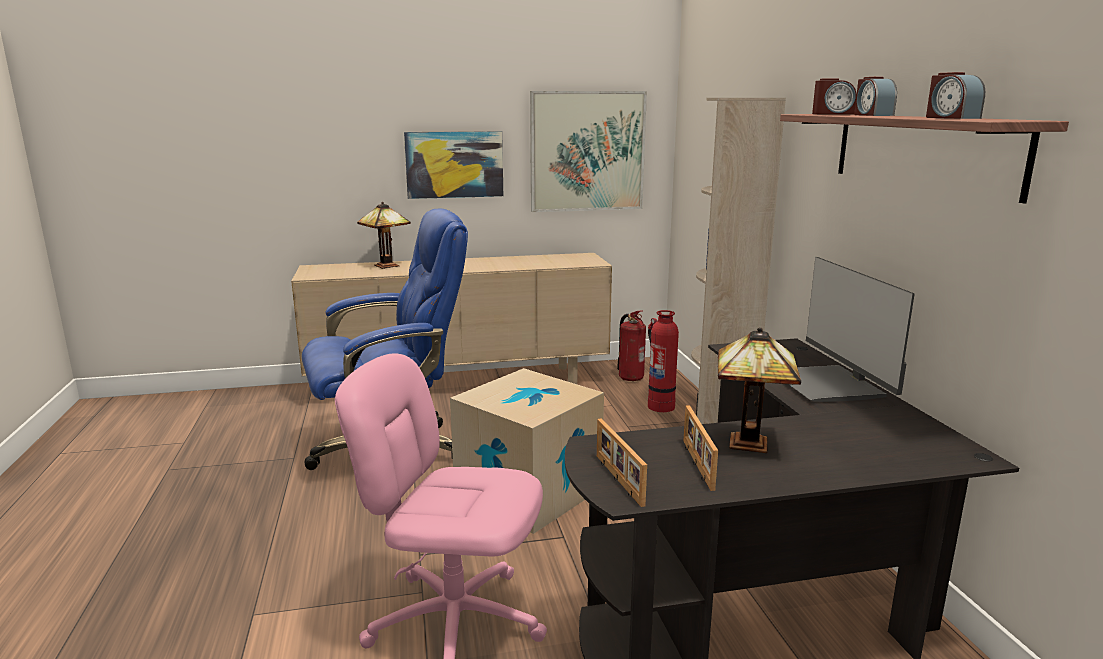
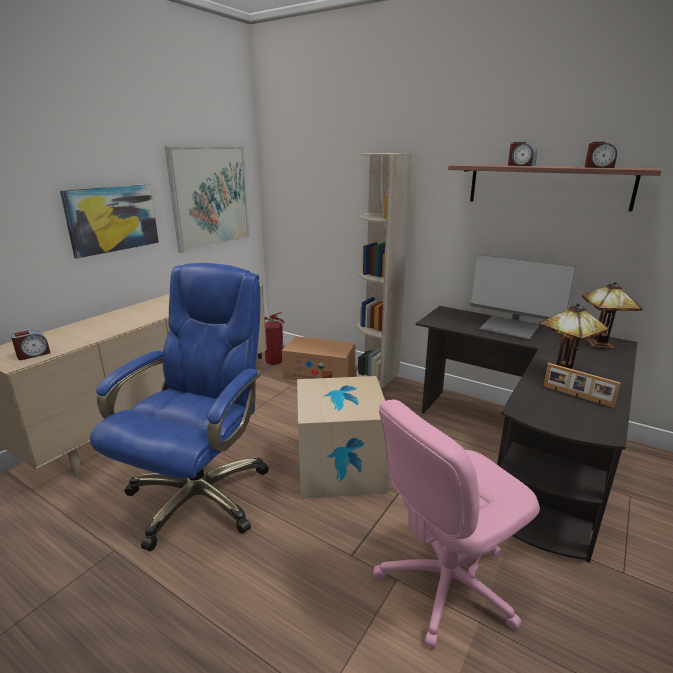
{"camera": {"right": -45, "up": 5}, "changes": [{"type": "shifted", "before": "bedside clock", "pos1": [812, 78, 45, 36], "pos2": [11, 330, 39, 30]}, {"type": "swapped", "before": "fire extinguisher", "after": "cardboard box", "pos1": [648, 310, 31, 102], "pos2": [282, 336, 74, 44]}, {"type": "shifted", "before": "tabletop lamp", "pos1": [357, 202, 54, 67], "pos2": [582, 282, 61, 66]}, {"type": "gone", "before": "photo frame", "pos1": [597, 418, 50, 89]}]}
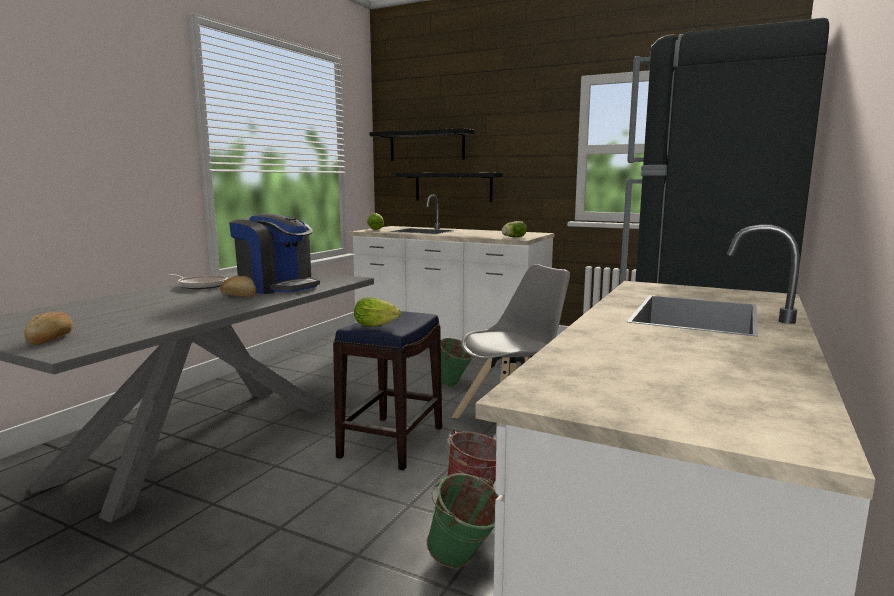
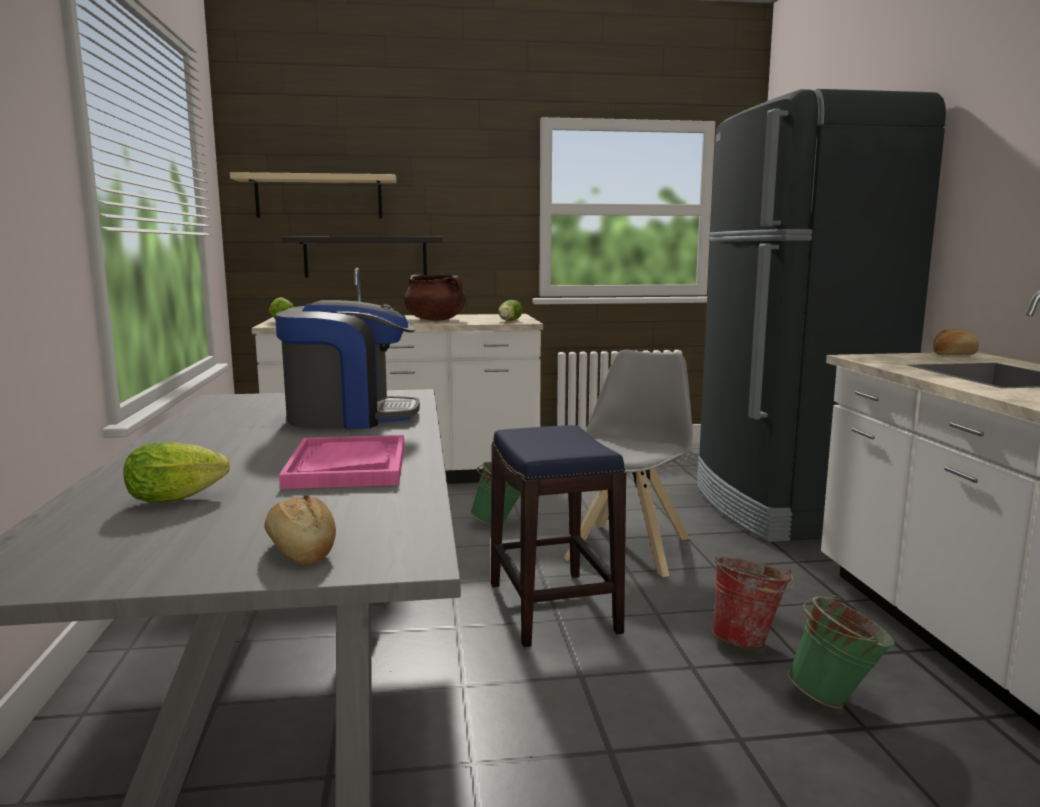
{"camera": {"right": -35, "up": 0}, "changes": [{"type": "shifted", "before": "lettuce", "pos1": [354, 298, 47, 29], "pos2": [123, 442, 107, 61]}, {"type": "repainted", "before": "black bracket shelf", "after": "sand-coloured bracket shelf", "pos1": [370, 128, 105, 33], "pos2": [230, 172, 166, 46]}, {"type": "new", "after": "pink-coloured carrying tray", "pos2": [279, 435, 125, 54]}, {"type": "new", "after": "brown saucepot", "pos2": [404, 275, 62, 46]}, {"type": "shifted", "before": "bakery bread", "pos1": [220, 276, 37, 21], "pos2": [933, 329, 46, 26]}, {"type": "gone", "before": "frying pan", "pos1": [168, 274, 60, 15]}]}
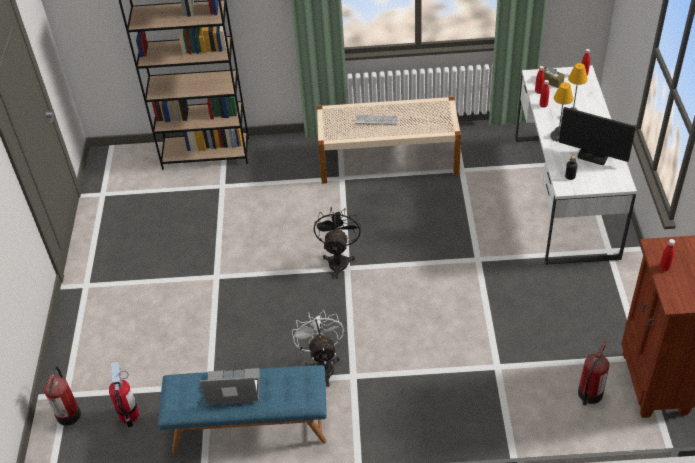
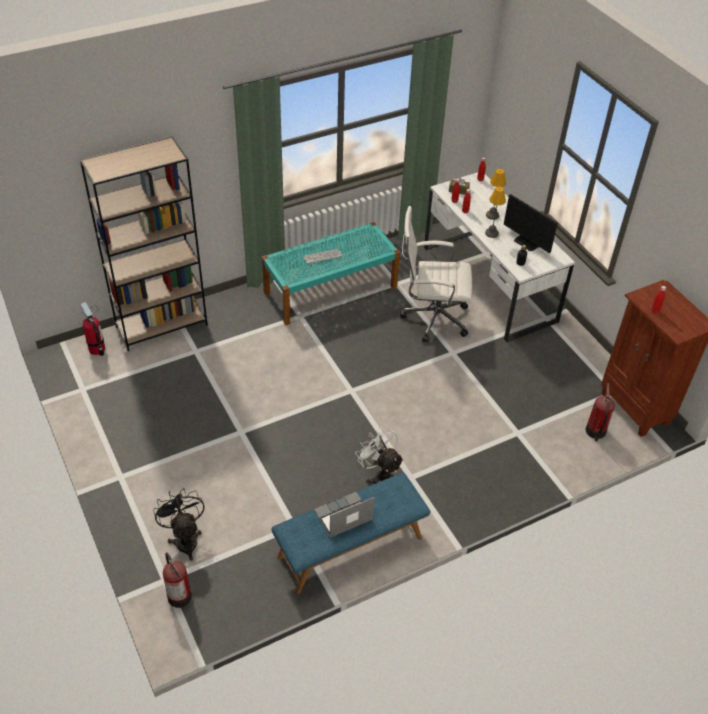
{"camera": {"right": -30, "up": 0}, "changes": [{"type": "shifted", "before": "fire extinguisher", "pos1": [109, 362, 30, 66], "pos2": [80, 302, 25, 54]}, {"type": "shifted", "before": "black electric fan", "pos1": [314, 207, 47, 72], "pos2": [153, 488, 51, 73]}, {"type": "repainted", "before": "sand-coloured indoor bench", "after": "turquoise indoor bench", "pos1": [317, 97, 144, 87], "pos2": [262, 222, 138, 103]}, {"type": "new", "after": "whitish computer chair", "pos2": [400, 206, 72, 137]}, {"type": "rotated", "before": "monitor", "pos1": [559, 107, 77, 58], "pos2": [504, 194, 54, 59], "turn": 45}]}
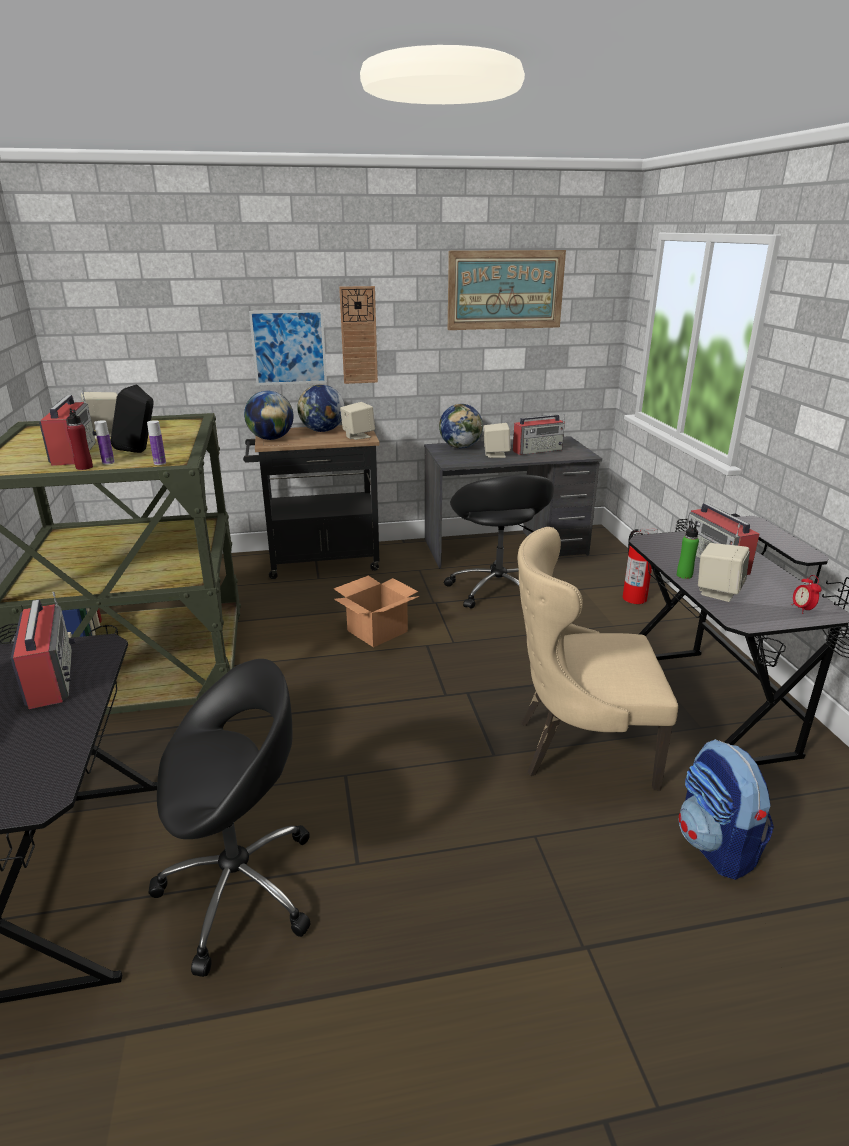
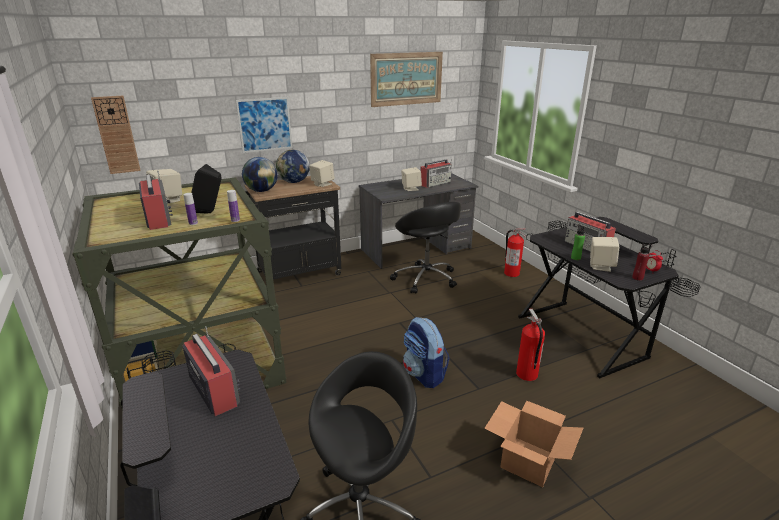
{"camera": {"right": -15, "up": 0}, "changes": [{"type": "shifted", "before": "clock on the wall", "pos1": [339, 286, 39, 98], "pos2": [91, 96, 50, 78]}, {"type": "shifted", "before": "backpack", "pos1": [678, 739, 96, 141], "pos2": [403, 317, 47, 71]}, {"type": "shifted", "before": "cardboard box", "pos1": [334, 576, 86, 71], "pos2": [484, 401, 99, 86]}, {"type": "swapped", "before": "sand-coloured plain chair", "after": "fire extinguisher", "pos1": [518, 527, 160, 264], "pos2": [516, 309, 29, 72]}, {"type": "shifted", "before": "red-coloured beverage bottle", "pos1": [67, 408, 26, 62], "pos2": [632, 243, 20, 38]}, {"type": "gone", "before": "desk globe", "pos1": [439, 404, 44, 44]}]}
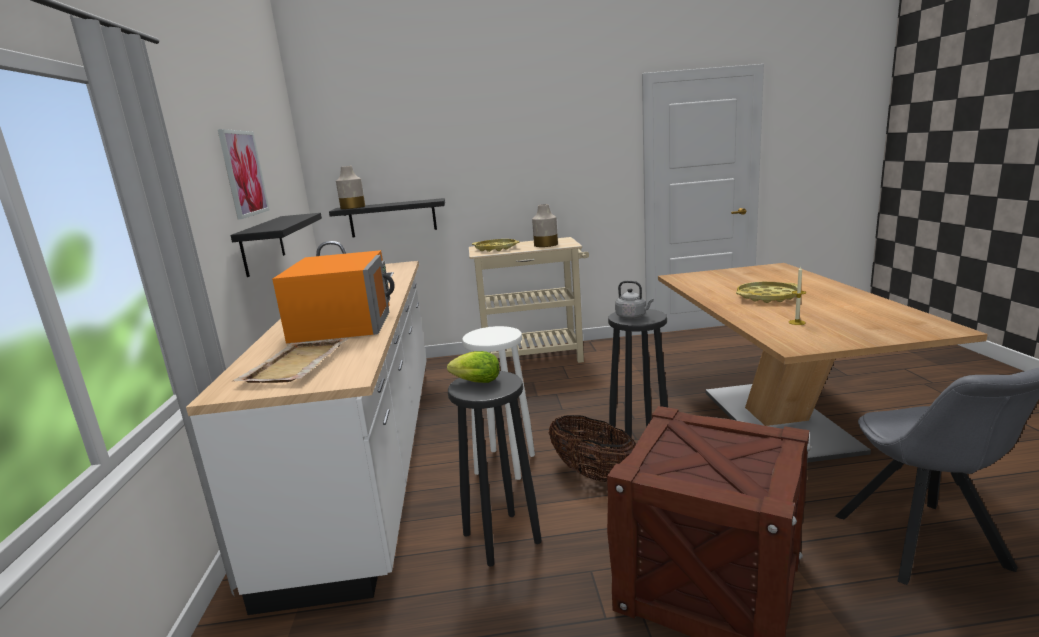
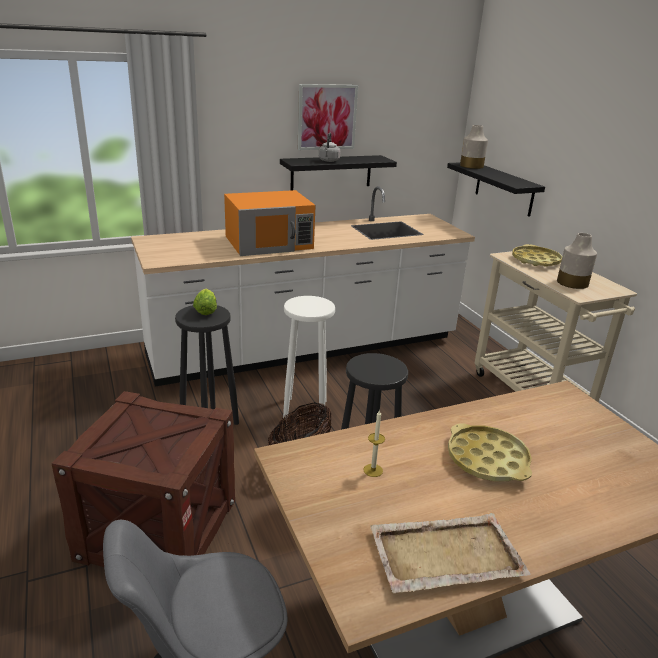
{"camera": {"right": 70, "up": 10}, "changes": [{"type": "shifted", "before": "gray kettle", "pos1": [615, 281, 39, 38], "pos2": [319, 132, 21, 30]}, {"type": "shifted", "before": "sand-coloured carrying tray", "pos1": [232, 338, 117, 45], "pos2": [370, 513, 161, 80]}]}
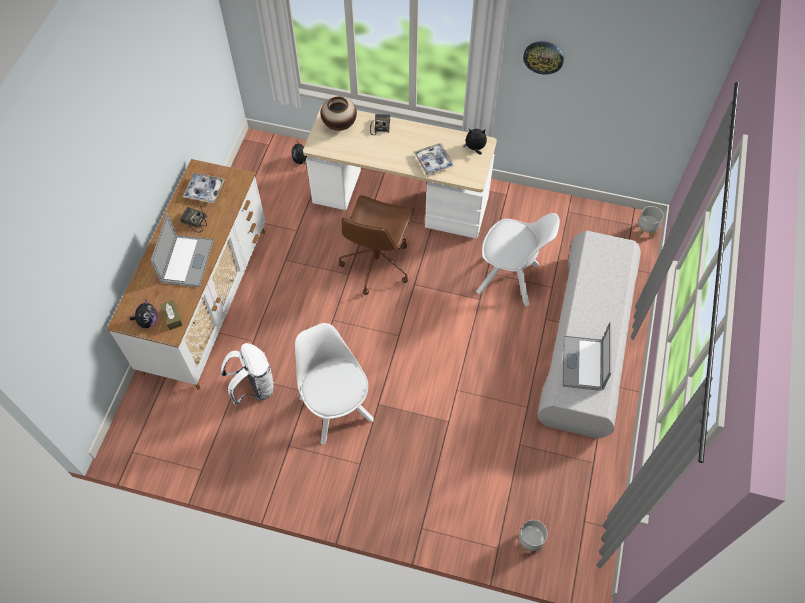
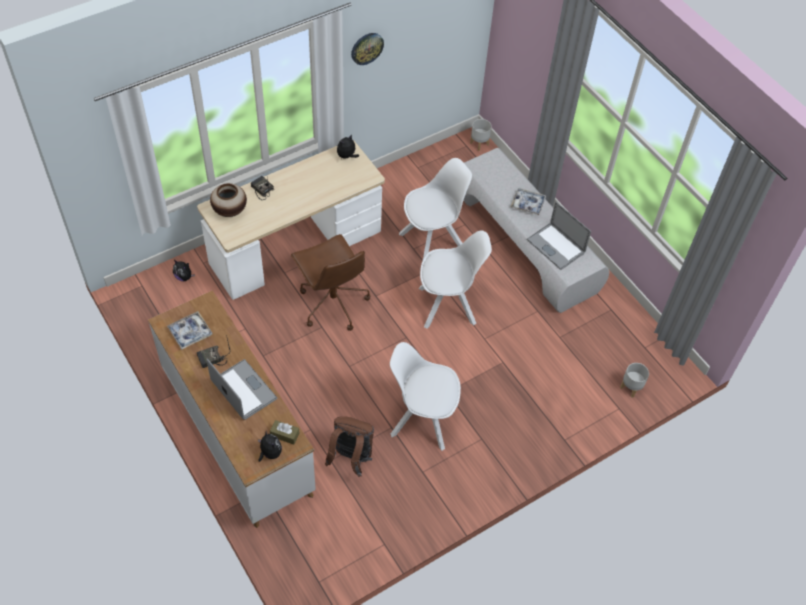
{"camera": {"right": -50, "up": -5}, "changes": [{"type": "repainted", "before": "whitish backpack", "after": "brown backpack", "pos1": [221, 343, 53, 62], "pos2": [325, 416, 49, 61]}, {"type": "new", "after": "whitish plain chair", "pos2": [419, 230, 73, 98]}, {"type": "shifted", "before": "carrying tray", "pos1": [414, 143, 40, 32], "pos2": [511, 188, 35, 27]}]}
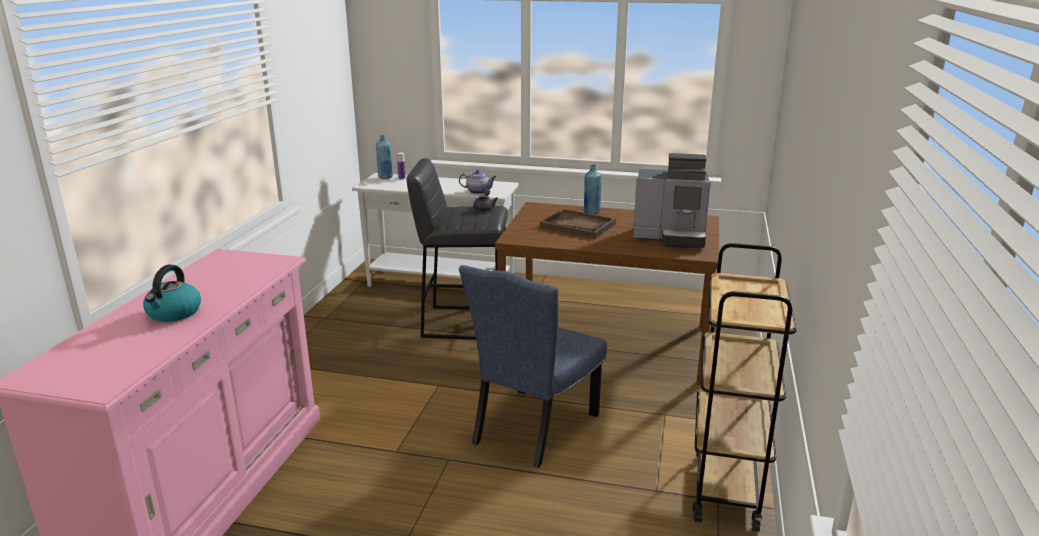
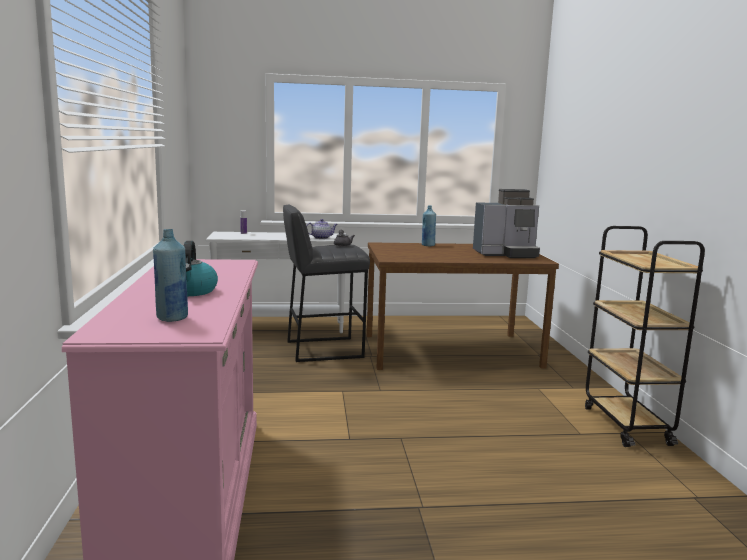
{"camera": {"right": -20, "up": -10}, "changes": [{"type": "shifted", "before": "blue beverage bottle", "pos1": [376, 135, 17, 44], "pos2": [153, 229, 35, 93]}, {"type": "gone", "before": "blue plain chair", "pos1": [459, 265, 148, 203]}, {"type": "gone", "before": "brown carrying tray", "pos1": [540, 209, 76, 30]}]}
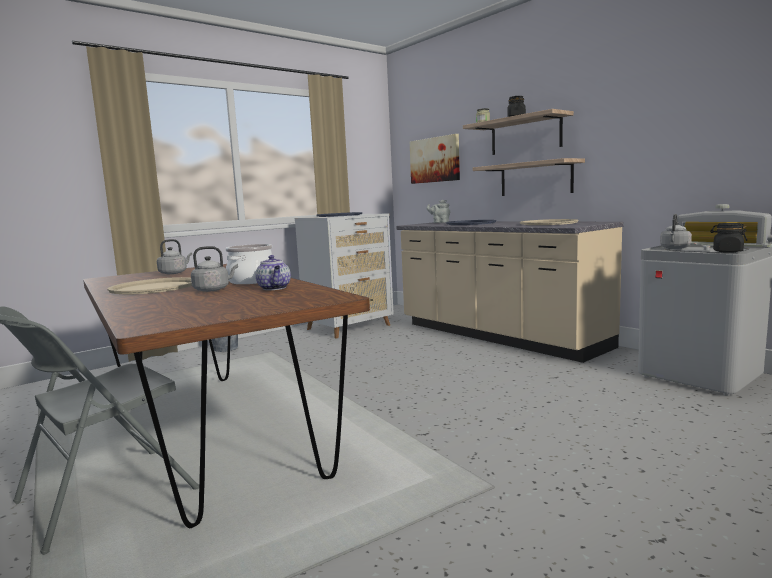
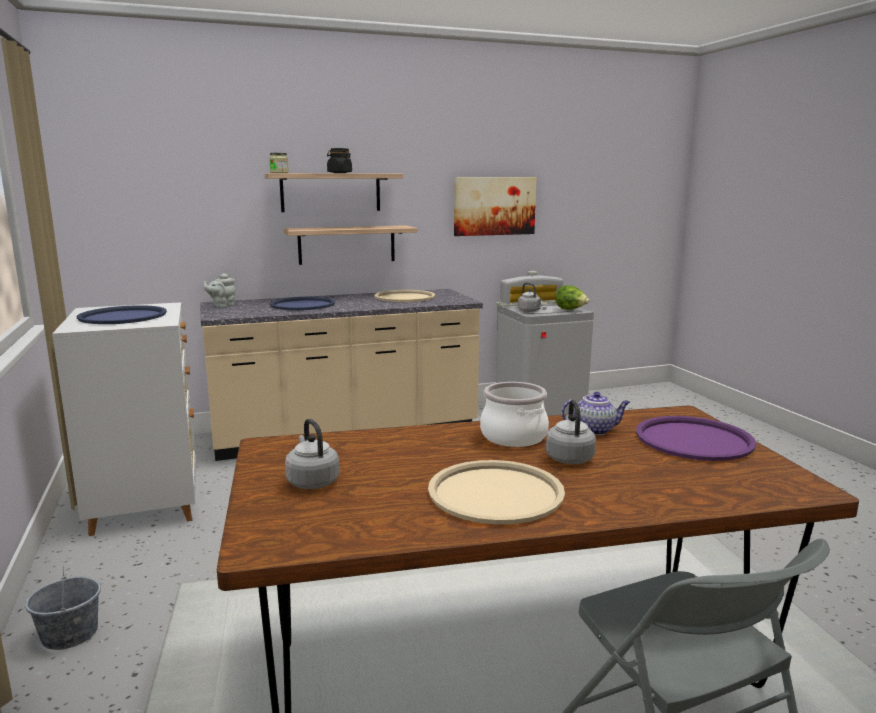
{"camera": {"right": -70, "up": 5}, "changes": [{"type": "shifted", "before": "wall picture", "pos1": [410, 134, 50, 50], "pos2": [454, 177, 82, 59]}, {"type": "swapped", "before": "black jar", "after": "lettuce", "pos1": [710, 223, 37, 30], "pos2": [555, 285, 34, 25]}, {"type": "new", "after": "purple carrying tray", "pos2": [636, 416, 121, 45]}]}
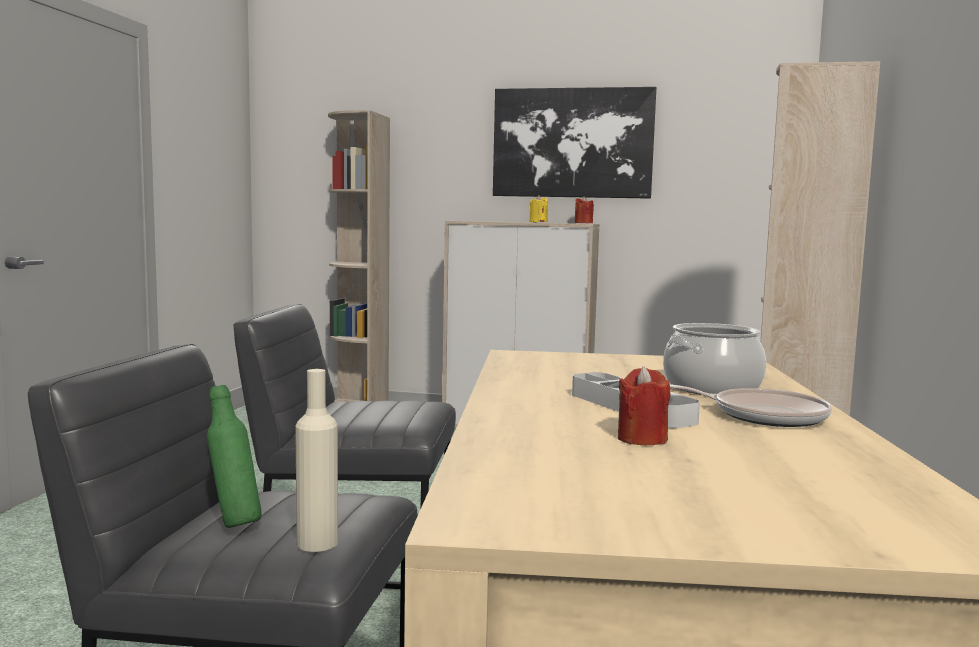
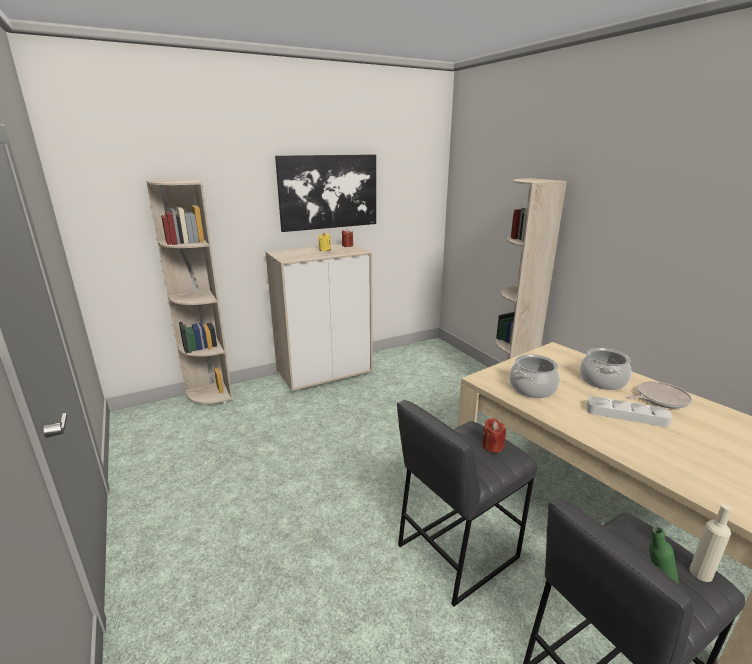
{"camera": {"right": -40, "up": 15}, "changes": [{"type": "shifted", "before": "red-coloured candle", "pos1": [618, 366, 53, 79], "pos2": [482, 418, 24, 35]}, {"type": "new", "after": "saucepot", "pos2": [509, 354, 51, 44]}]}
